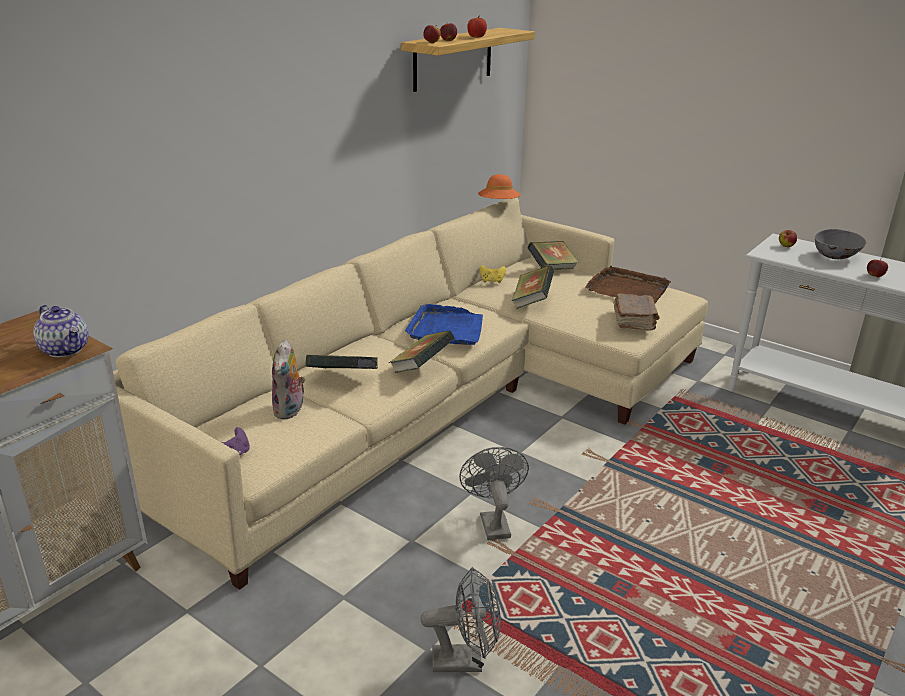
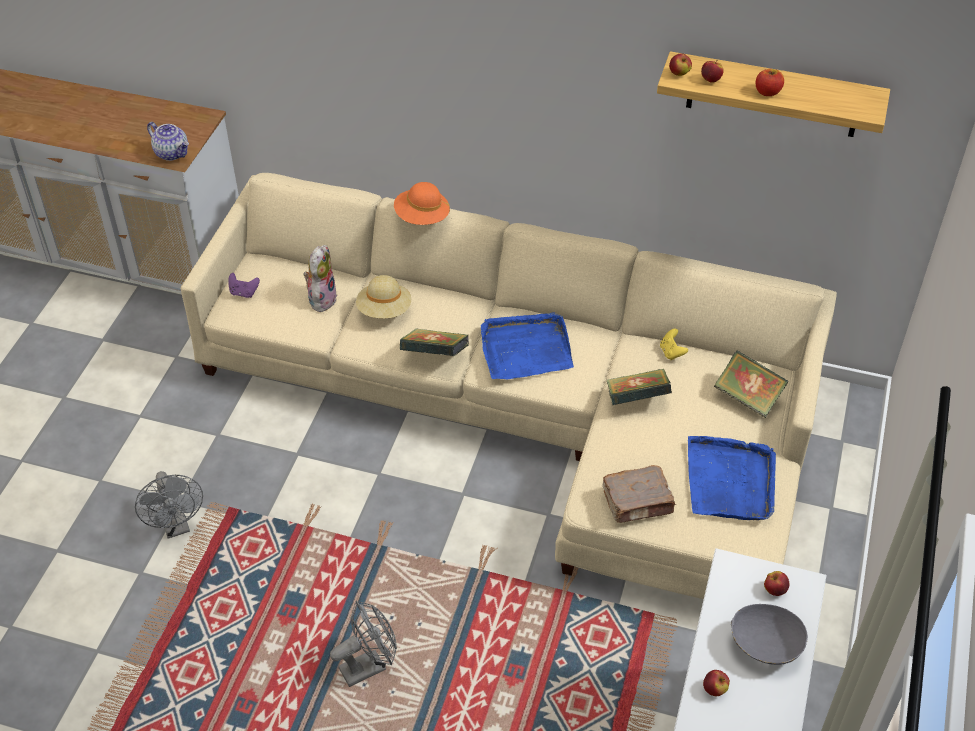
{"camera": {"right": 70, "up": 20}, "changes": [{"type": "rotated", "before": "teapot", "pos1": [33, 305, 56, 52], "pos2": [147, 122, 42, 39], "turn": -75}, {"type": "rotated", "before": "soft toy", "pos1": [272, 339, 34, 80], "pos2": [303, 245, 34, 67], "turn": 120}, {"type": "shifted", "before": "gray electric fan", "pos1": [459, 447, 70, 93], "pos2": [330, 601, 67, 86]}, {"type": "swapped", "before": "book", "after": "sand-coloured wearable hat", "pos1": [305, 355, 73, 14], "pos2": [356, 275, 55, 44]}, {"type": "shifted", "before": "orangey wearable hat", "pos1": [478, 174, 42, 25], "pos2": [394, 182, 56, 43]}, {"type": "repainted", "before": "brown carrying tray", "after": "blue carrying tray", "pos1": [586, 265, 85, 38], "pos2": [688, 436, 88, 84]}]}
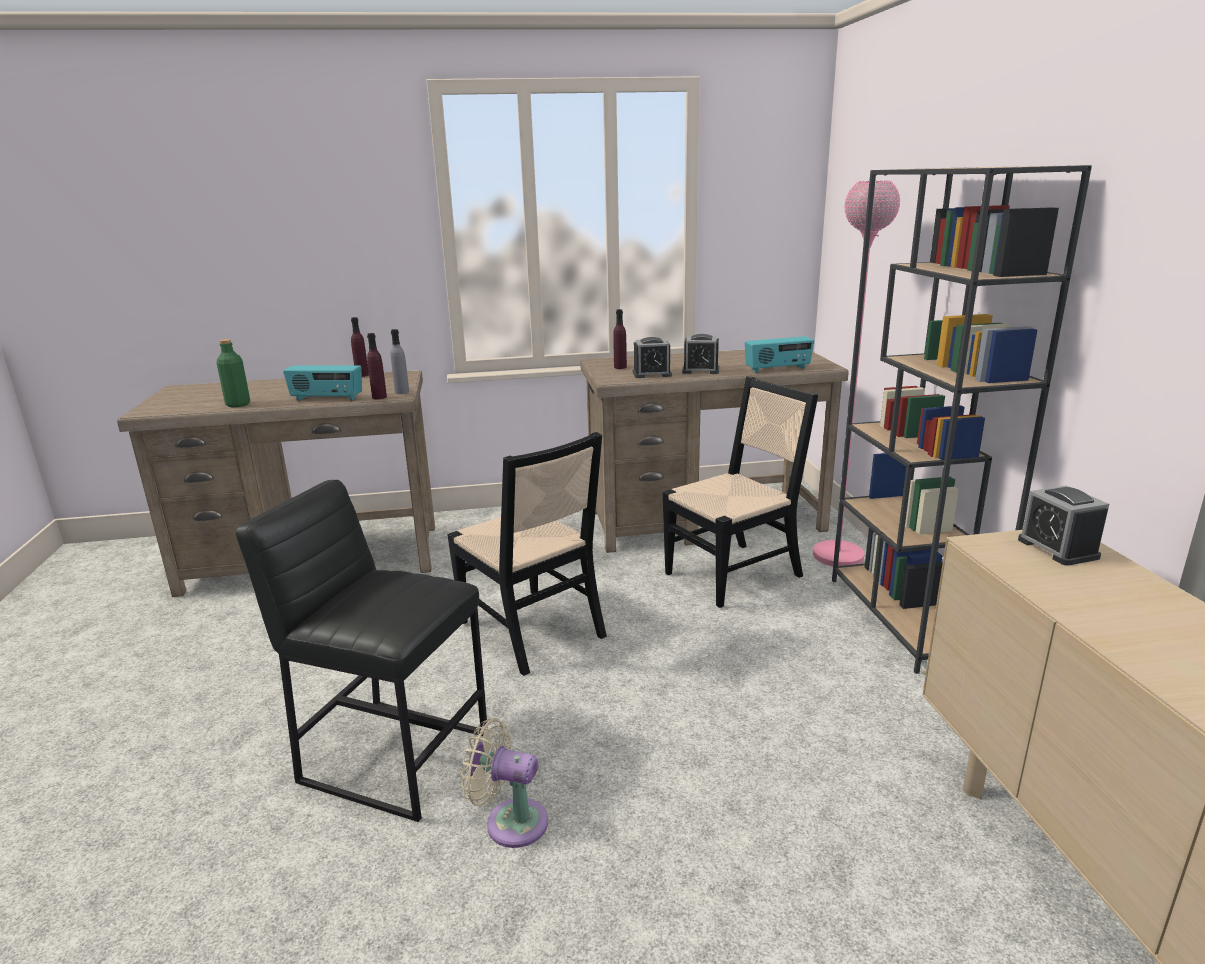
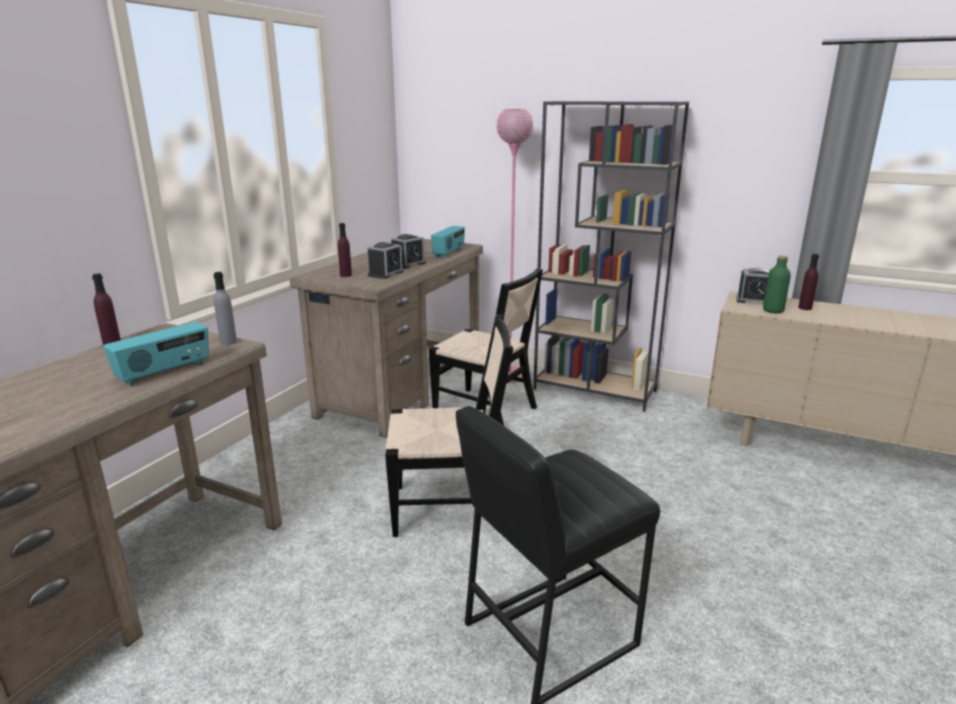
{"camera": {"right": -55, "up": 0}, "changes": [{"type": "rotated", "before": "plain chair", "pos1": [662, 376, 156, 232], "pos2": [429, 268, 114, 158], "turn": 120}, {"type": "shifted", "before": "green-coloured beverage bottle", "pos1": [217, 339, 33, 69], "pos2": [763, 255, 28, 58]}, {"type": "shifted", "before": "purple beverage bottle", "pos1": [367, 333, 20, 66], "pos2": [798, 253, 21, 57]}, {"type": "gone", "before": "sand-coloured electric fan", "pos1": [461, 718, 87, 130]}]}
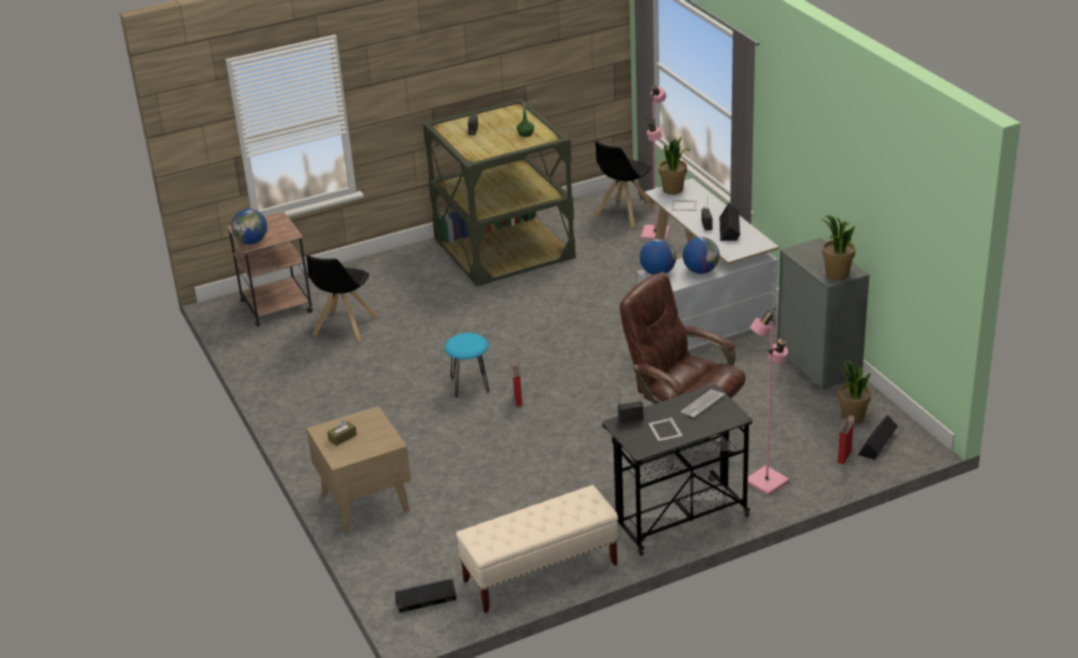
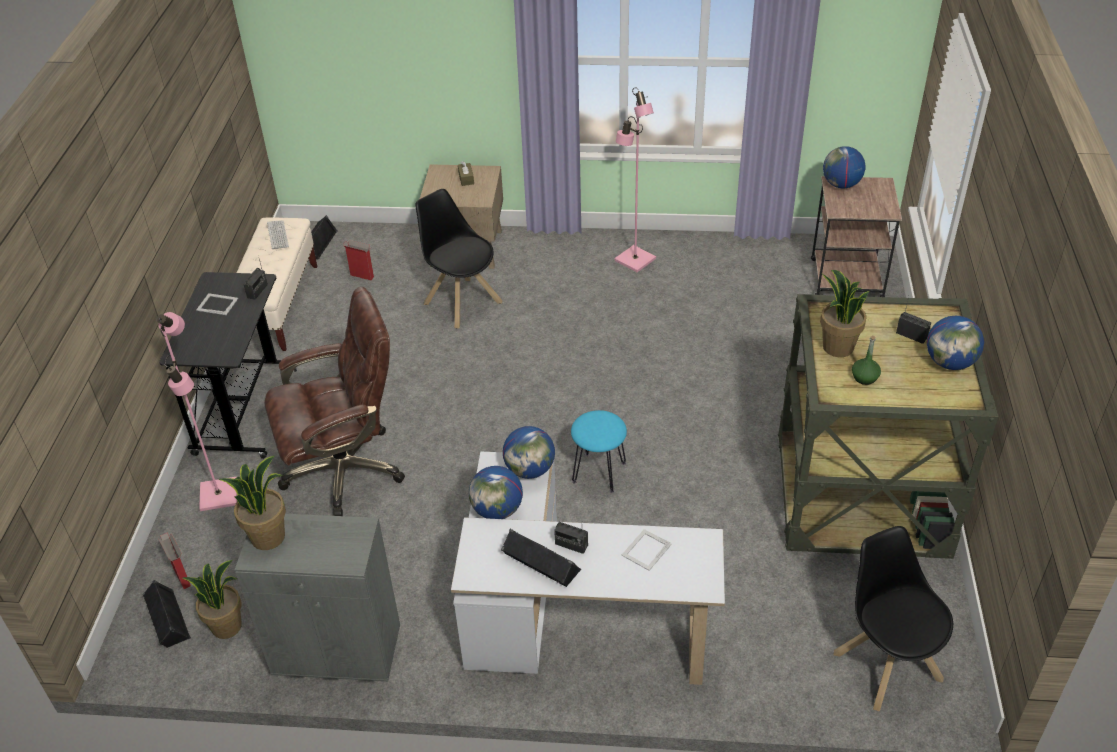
{"camera": {"right": 120, "up": 10}, "changes": [{"type": "shifted", "before": "PC keyboard", "pos1": [680, 389, 45, 29], "pos2": [267, 220, 22, 29]}, {"type": "shifted", "before": "cardboard box", "pos1": [510, 360, 13, 47], "pos2": [343, 240, 31, 40]}, {"type": "shifted", "before": "black plain chair", "pos1": [306, 255, 73, 87], "pos2": [416, 189, 86, 139]}, {"type": "shifted", "before": "turquoise sitting stool", "pos1": [445, 333, 44, 65], "pos2": [571, 410, 56, 83]}, {"type": "shifted", "before": "pink-coloured floor lamp", "pos1": [641, 85, 28, 155], "pos2": [615, 87, 41, 185]}, {"type": "shifted", "before": "plant in a pot", "pos1": [659, 137, 32, 58], "pos2": [820, 270, 50, 87]}, {"type": "new", "after": "desk globe", "pos2": [927, 316, 57, 54]}]}
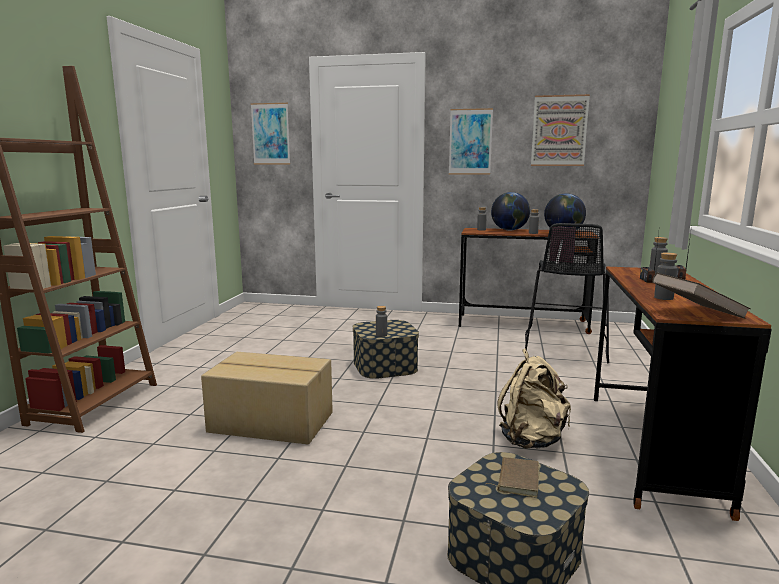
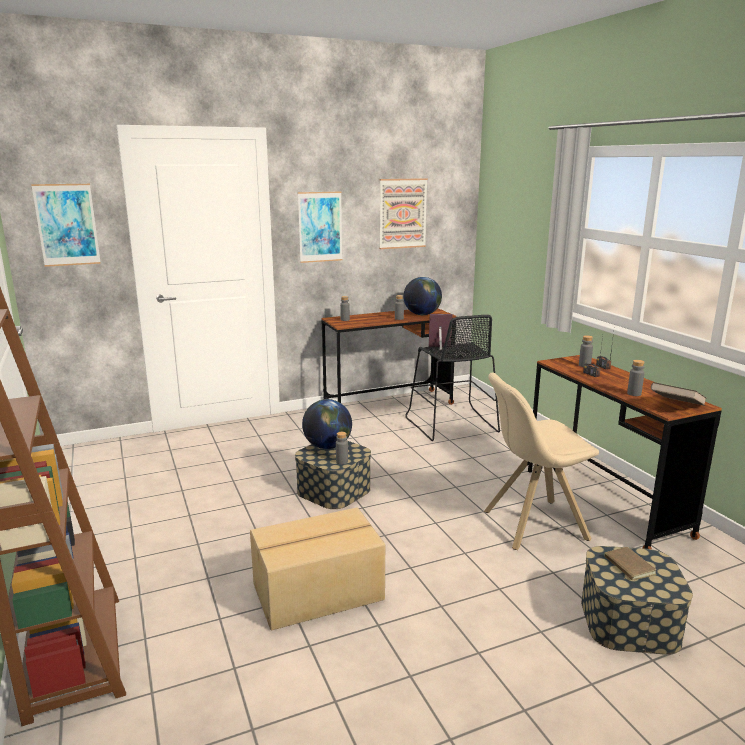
{"camera": {"right": -35, "up": 5}, "changes": [{"type": "shifted", "before": "desk globe", "pos1": [491, 192, 39, 39], "pos2": [302, 399, 50, 50]}, {"type": "swapped", "before": "sand-coloured backpack", "after": "sand-coloured plain chair", "pos1": [498, 348, 73, 101], "pos2": [484, 372, 115, 178]}]}
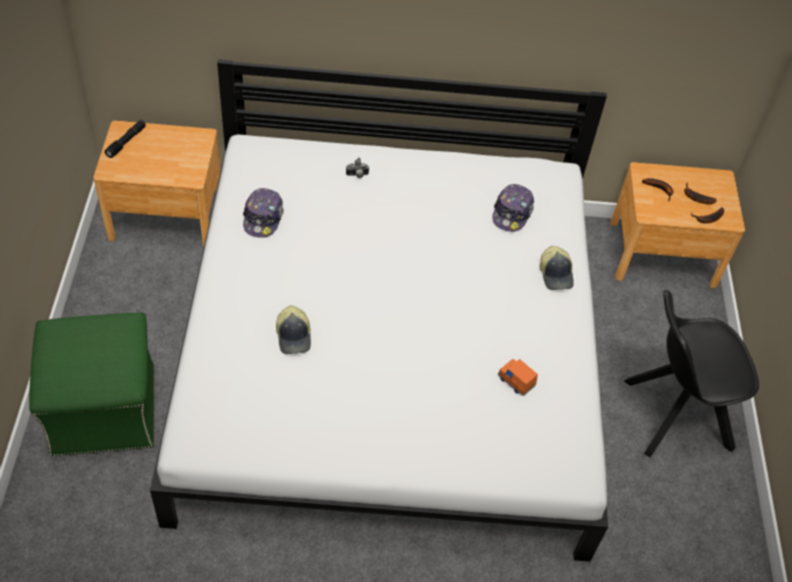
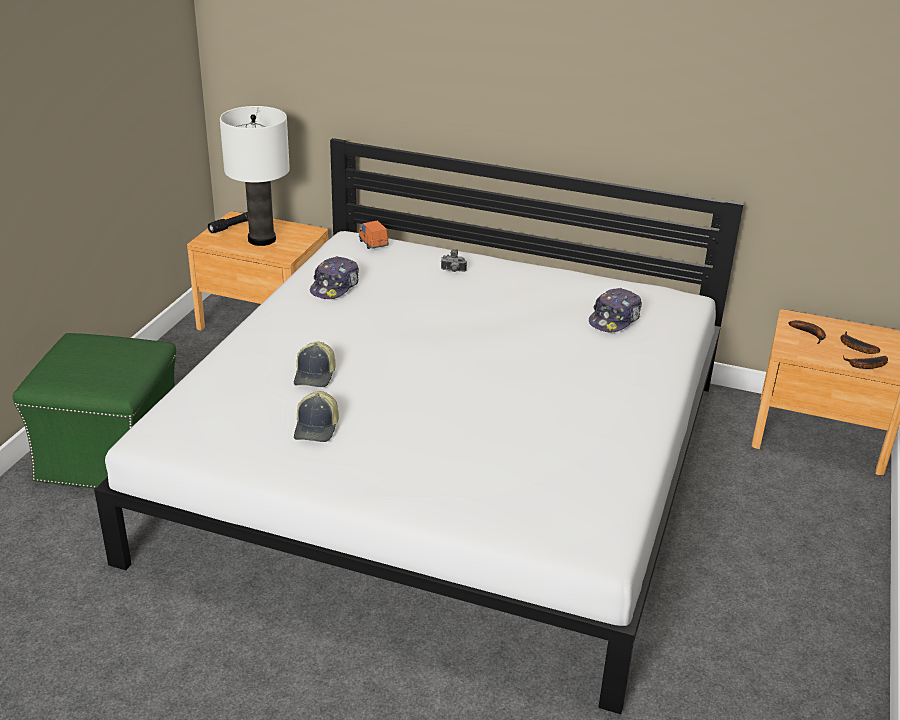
{"camera": {"right": 20, "up": -20}, "changes": [{"type": "new", "after": "whitish tabletop lamp", "pos2": [220, 106, 70, 140]}, {"type": "shifted", "before": "cap", "pos1": [540, 246, 34, 44], "pos2": [294, 391, 45, 51]}, {"type": "shifted", "before": "orangey toy car", "pos1": [498, 359, 40, 37], "pos2": [359, 220, 30, 29]}, {"type": "gone", "before": "black plain chair", "pos1": [624, 290, 135, 167]}]}
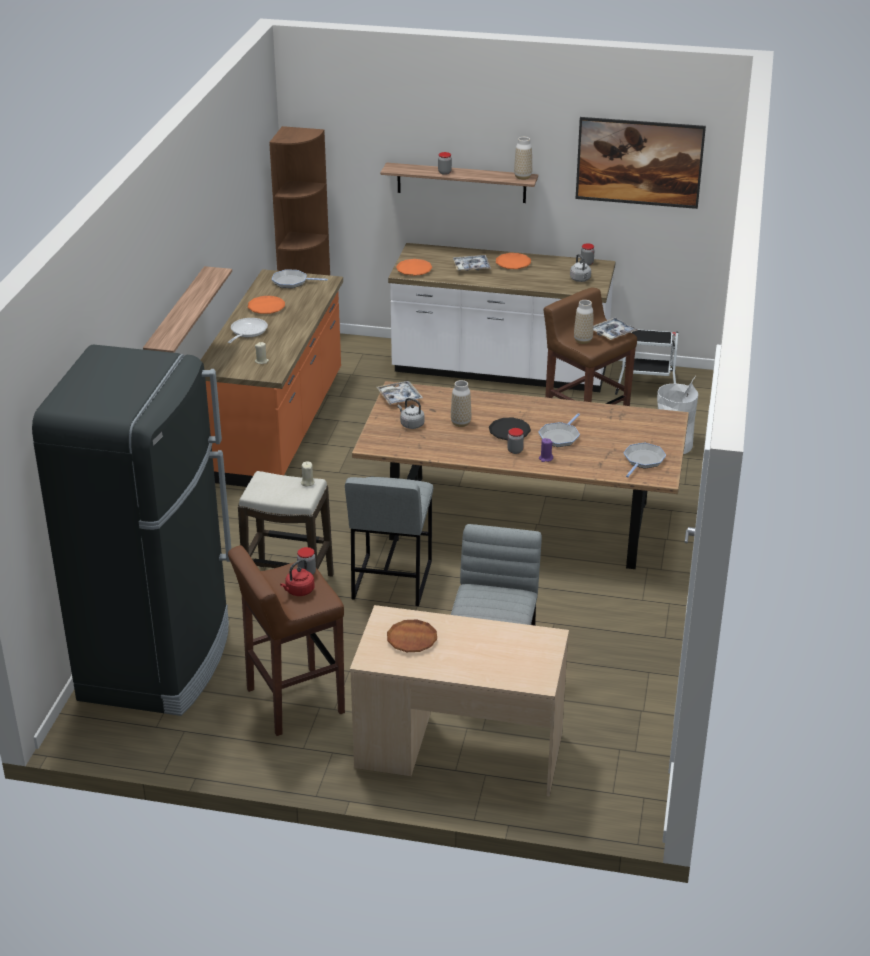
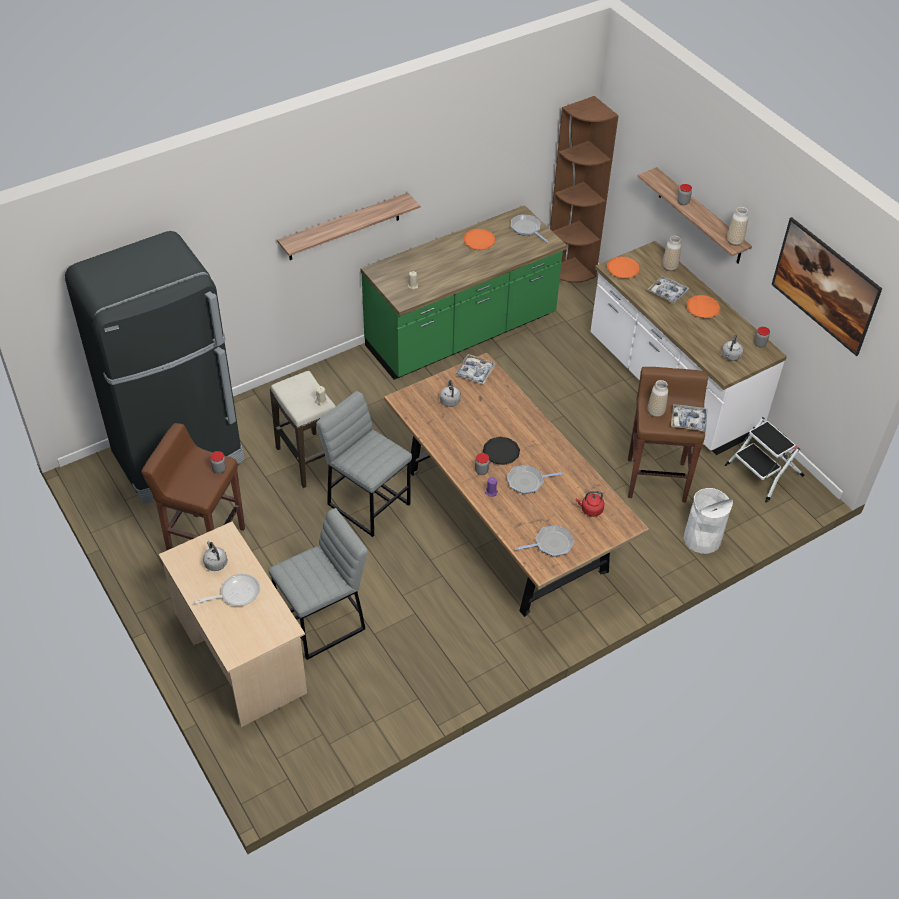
{"camera": {"right": 45, "up": 15}, "changes": [{"type": "shifted", "before": "frying pan", "pos1": [228, 318, 40, 25], "pos2": [195, 574, 65, 32]}, {"type": "swapped", "before": "brown dinner plate", "after": "gray kettle", "pos1": [387, 620, 50, 32], "pos2": [203, 541, 24, 30]}, {"type": "rotated", "before": "gray plain chair", "pos1": [345, 477, 88, 129], "pos2": [316, 391, 96, 146], "turn": 75}, {"type": "repainted", "before": "orangey kitchen counter", "after": "green-coloured kitchen counter", "pos1": [201, 269, 142, 218], "pos2": [360, 205, 207, 175]}, {"type": "shifted", "before": "red-coloured kettle", "pos1": [280, 559, 34, 37], "pos2": [576, 491, 28, 26]}, {"type": "shifted", "before": "decorative vase", "pos1": [451, 380, 20, 47], "pos2": [662, 236, 19, 35]}]}
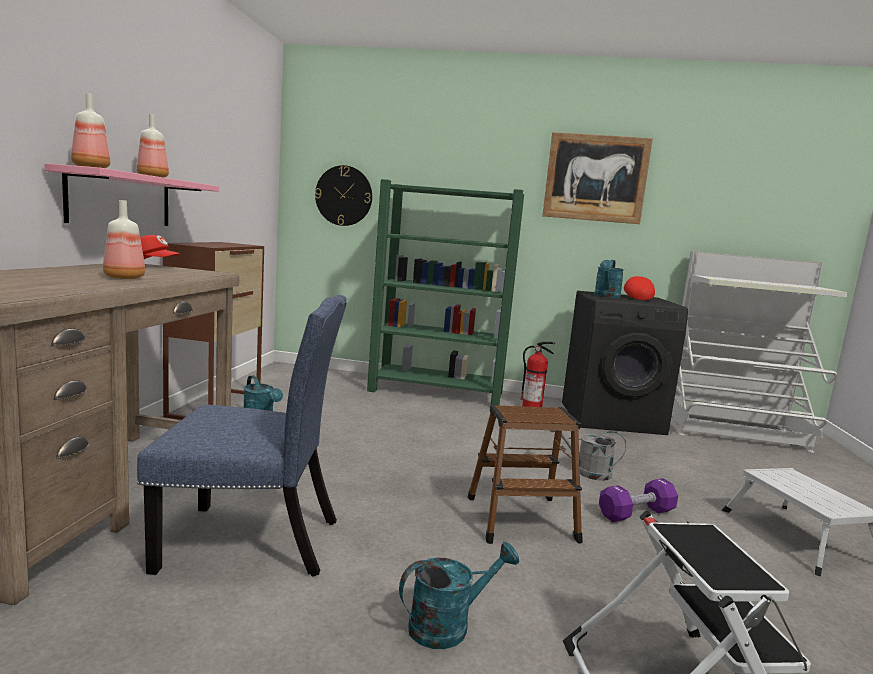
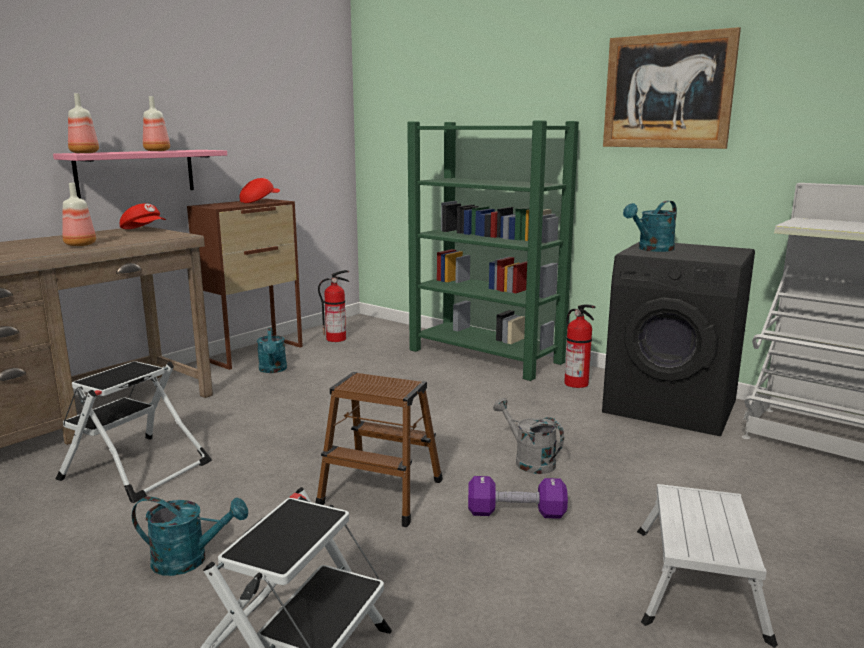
{"camera": {"right": 30, "up": 5}, "changes": [{"type": "swapped", "before": "blue plain chair", "after": "step ladder", "pos1": [137, 295, 210, 282], "pos2": [56, 361, 156, 142]}, {"type": "shifted", "before": "red-coloured cap", "pos1": [624, 276, 31, 24], "pos2": [240, 178, 40, 25]}, {"type": "new", "after": "fire extinguisher", "pos2": [318, 270, 31, 72]}, {"type": "gone", "before": "clock on the wall", "pos1": [315, 165, 57, 61]}]}
